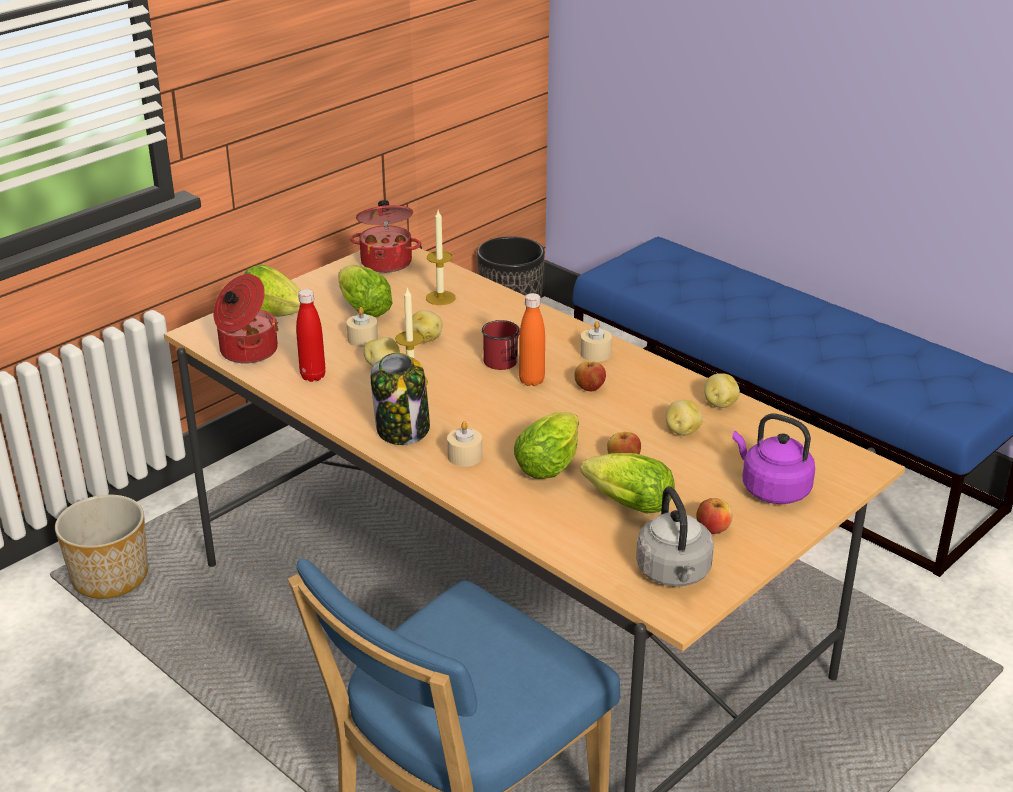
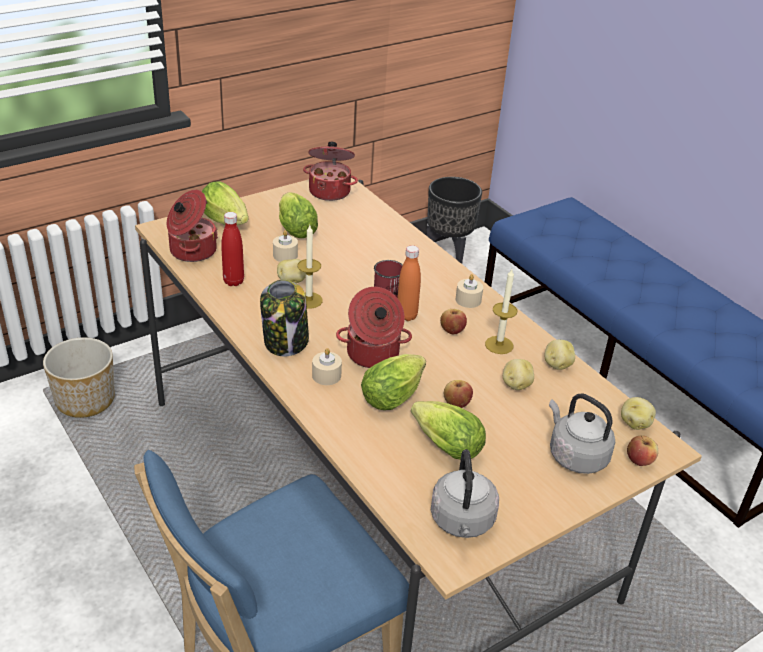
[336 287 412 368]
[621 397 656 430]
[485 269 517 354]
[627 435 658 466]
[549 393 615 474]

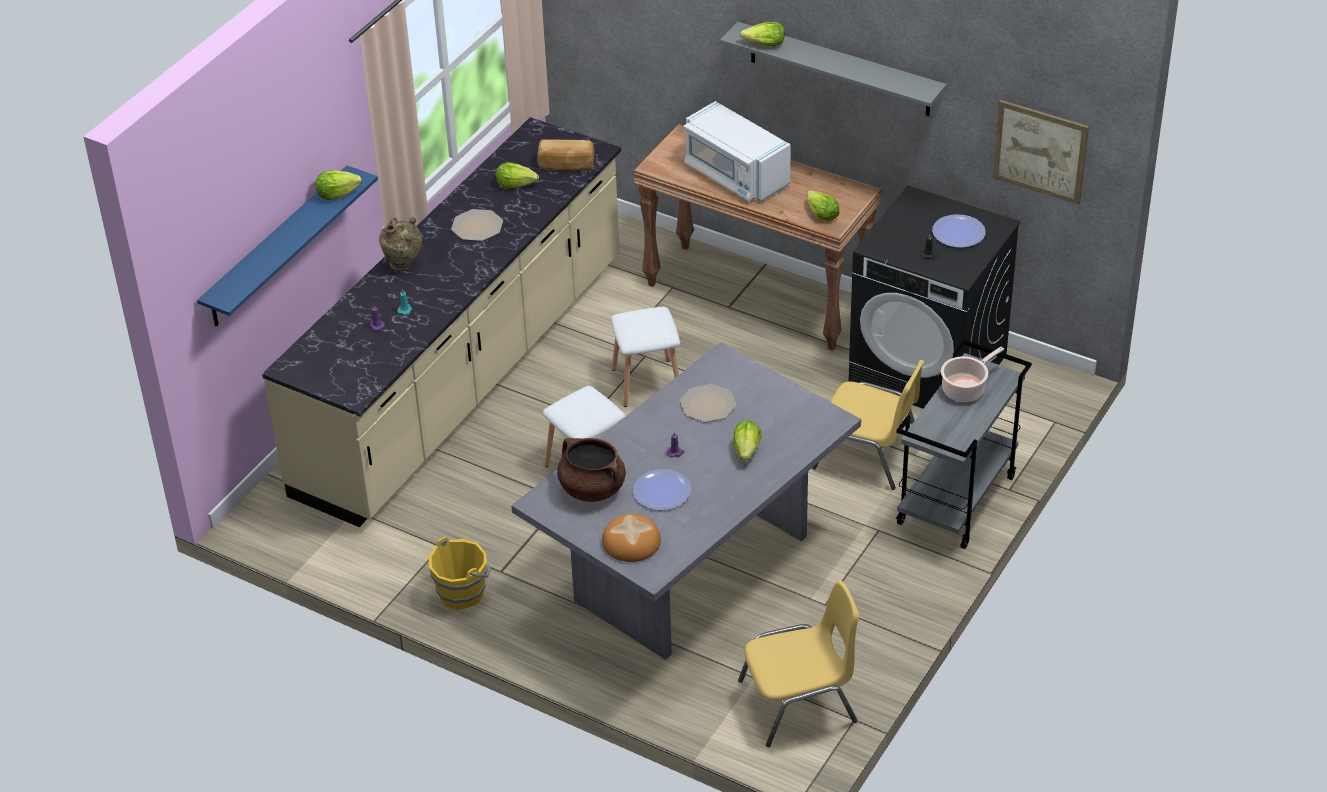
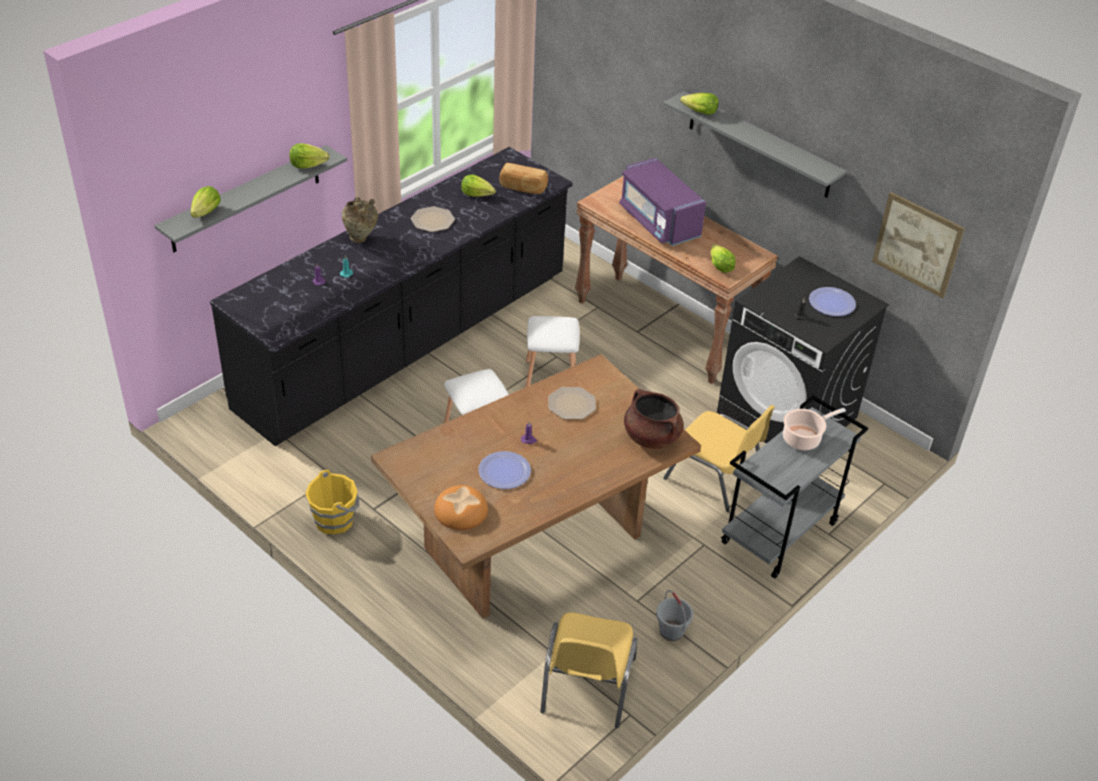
[656 590 693 641]
[624 389 684 449]
[191 186 221 218]
[154 145 347 252]
[210 147 573 446]
[371 354 701 619]
[619 158 706 246]
[540 612 638 728]

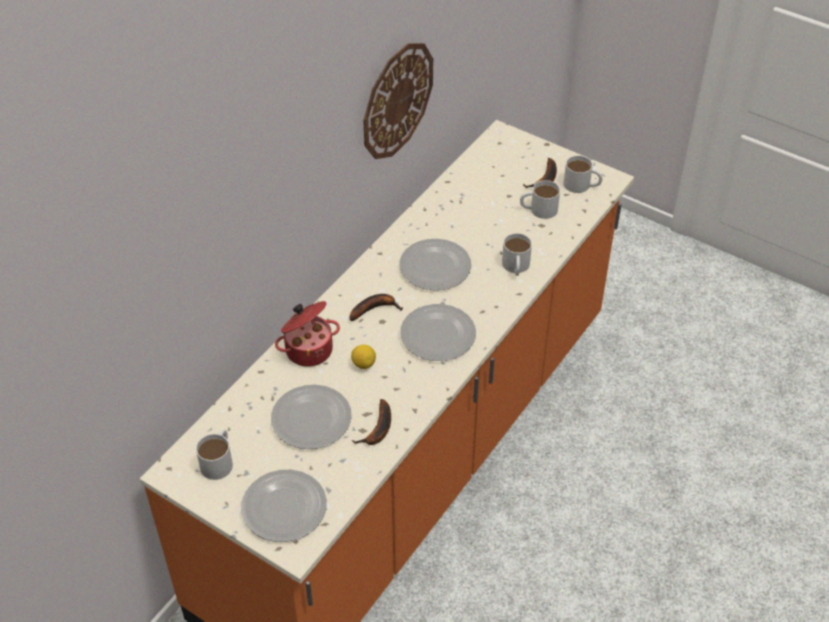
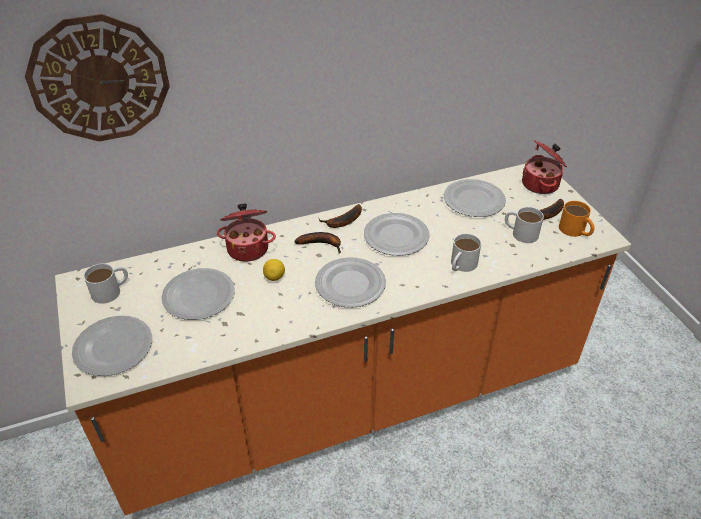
[444 179 506 217]
[522 140 567 194]
[318 204 362 228]
[25 14 170 141]
[559 201 594 237]

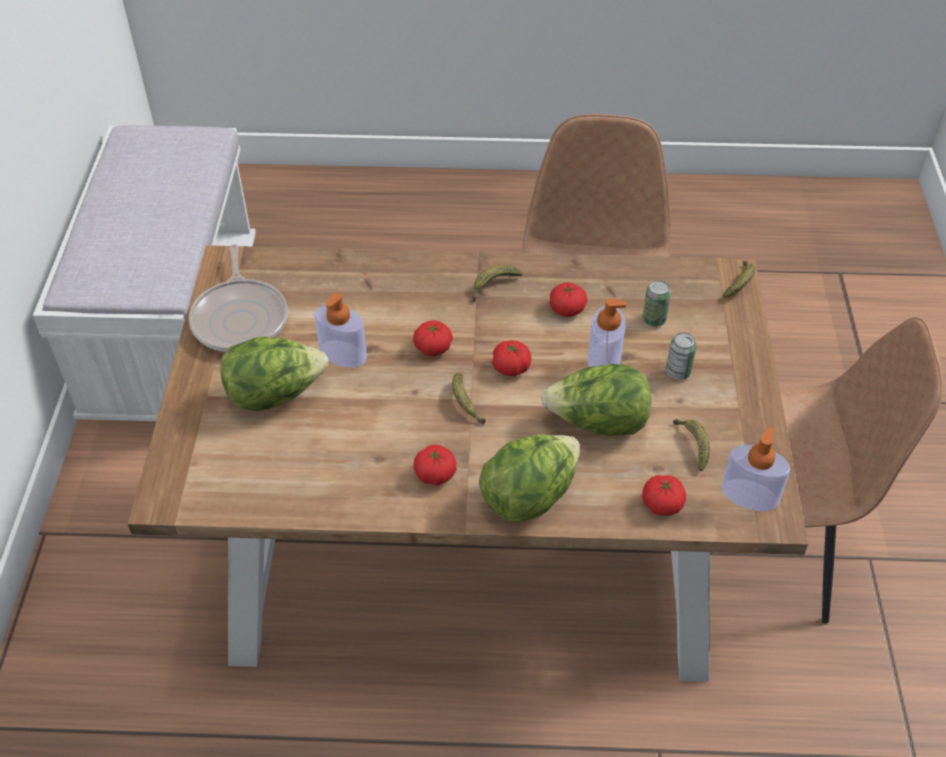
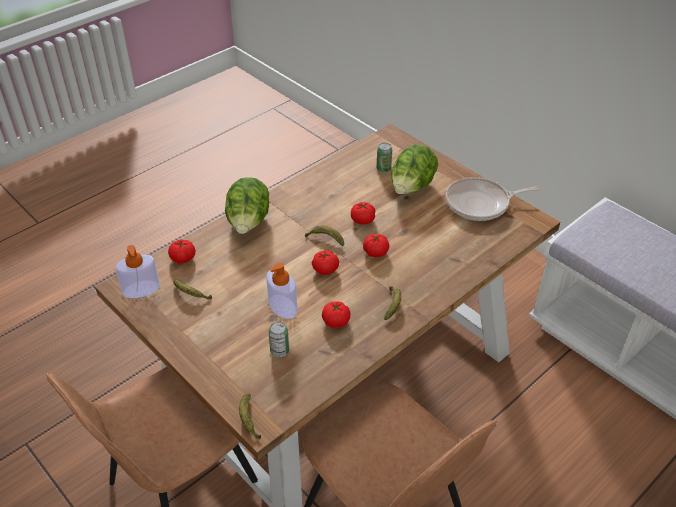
[314 293 367 368] (first image)
[541 364 651 436] (first image)
[351 202 375 224]
[377 143 392 173]
[446 177 540 221]

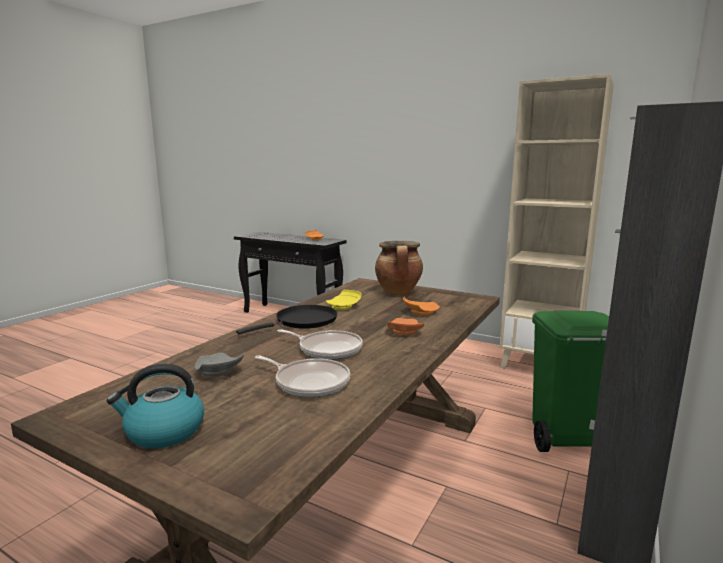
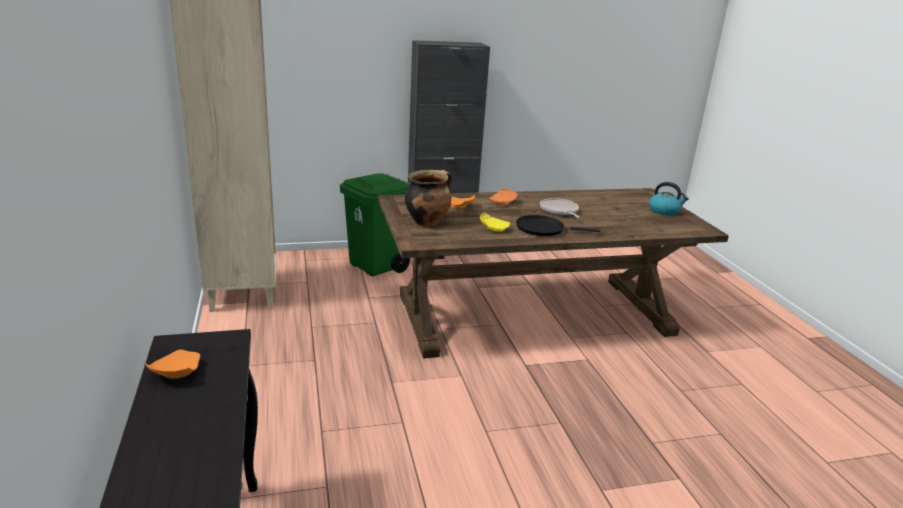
[194 353 244 377] (first image)
[255 355 350 397] (first image)

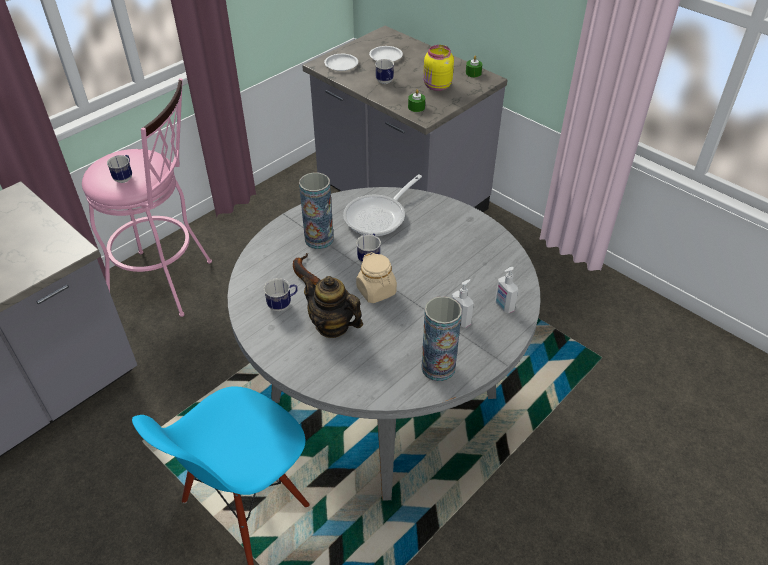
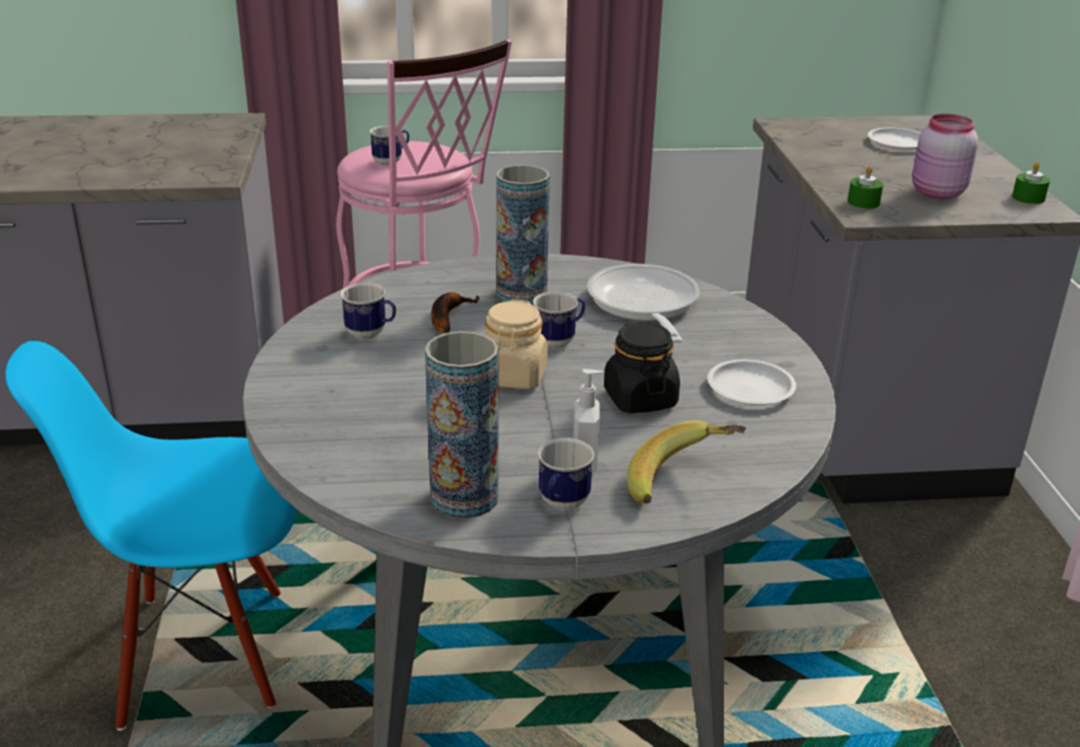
[301 275 363 338] (first image)
[604 322 680 413]
[707 360 796 405]
[538 438 595 510]
[627 420 746 504]
[912 114 978 199]
[587 264 700 343]

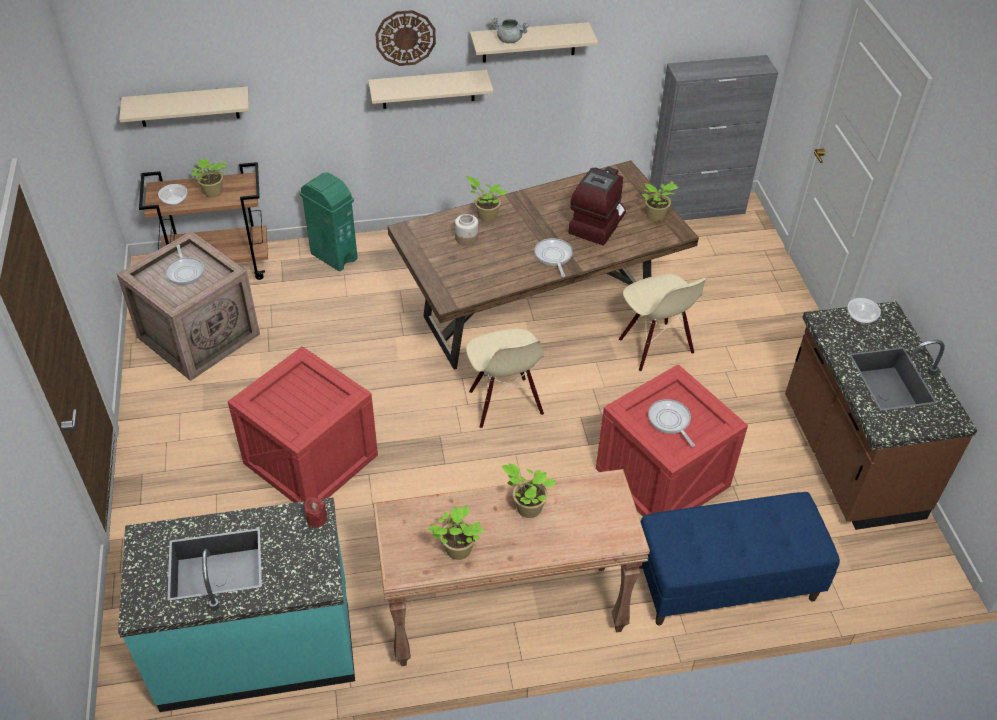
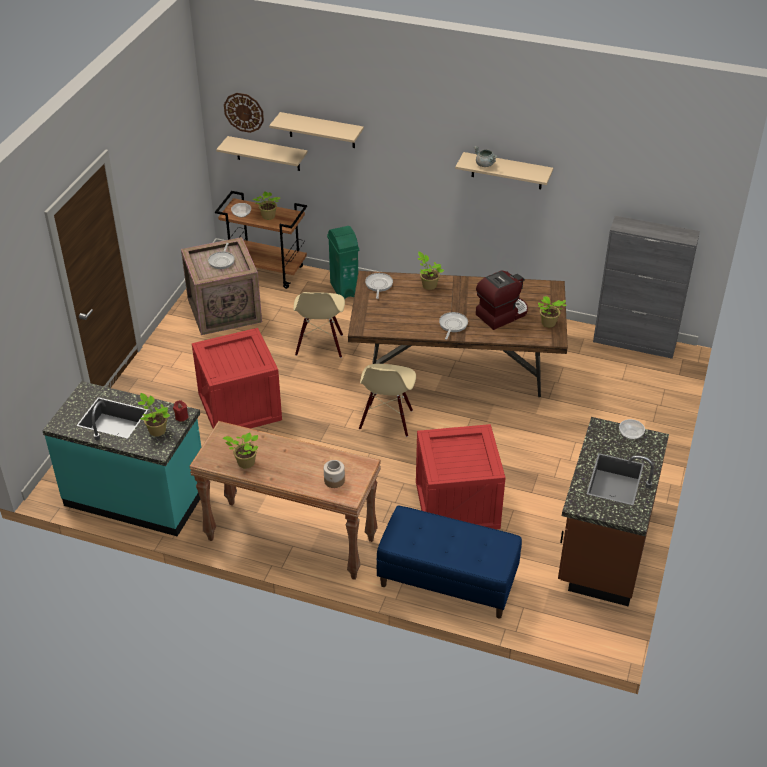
[269 112 364 148]
[224 93 264 133]
[324 460 345 488]
[138 393 170 437]
[293 292 345 358]
[365 273 393 299]

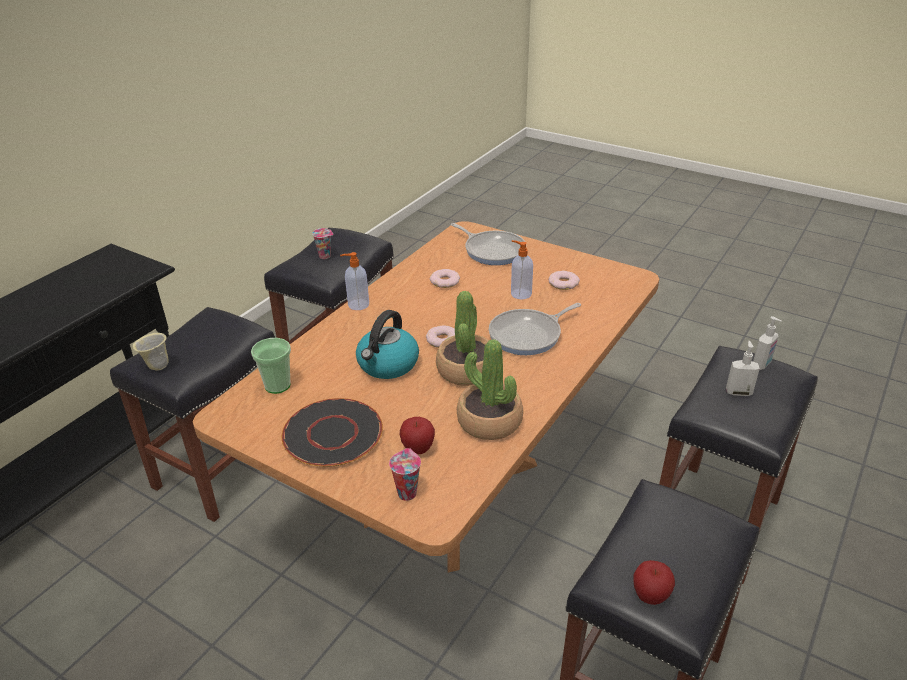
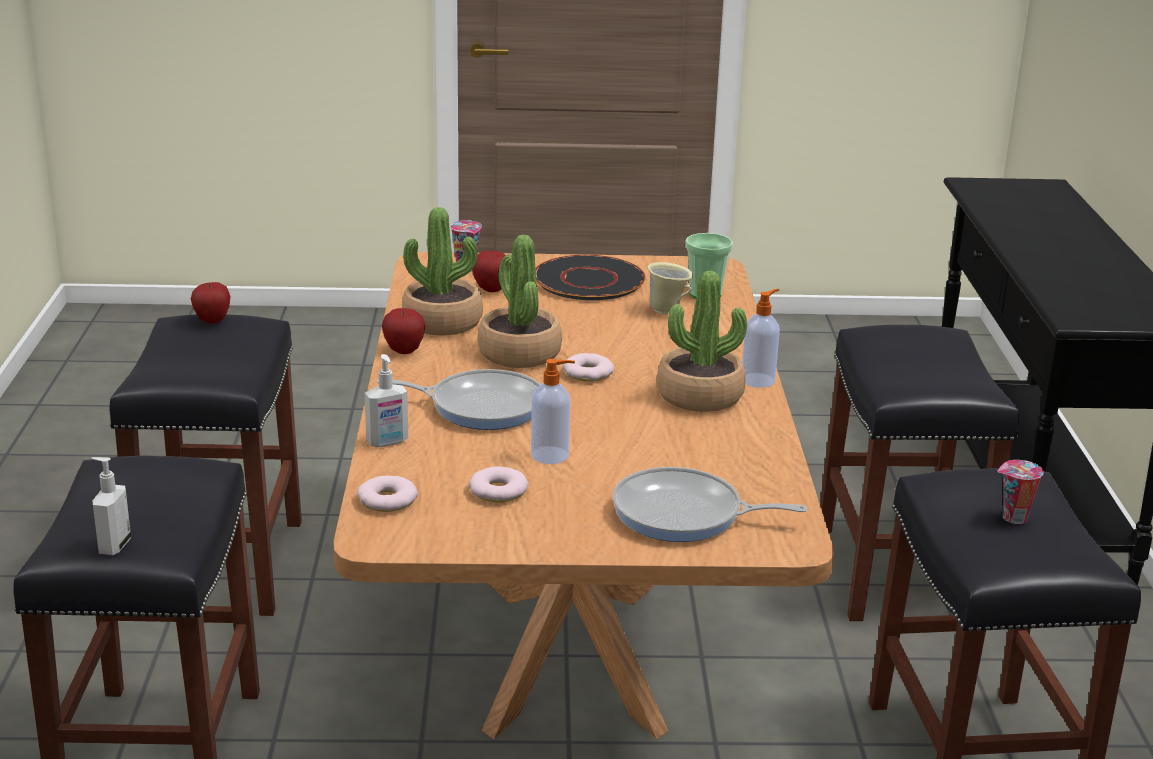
[356 310 419 379] (first image)
[382 308 425 354]
[657 271 747 412]
[647 262 693 314]
[357 476 418 512]
[365 354 408 447]
[376 369 541 430]

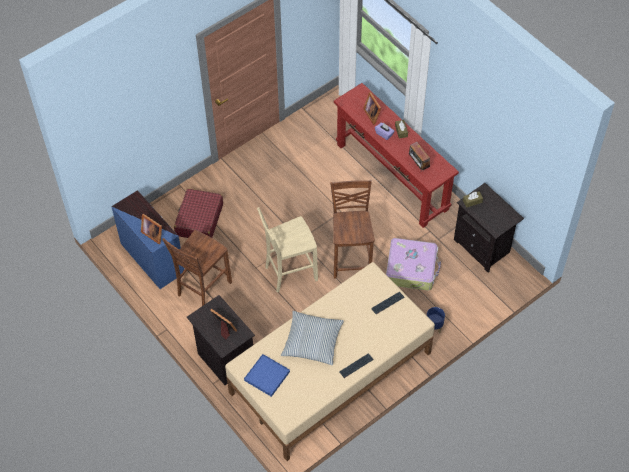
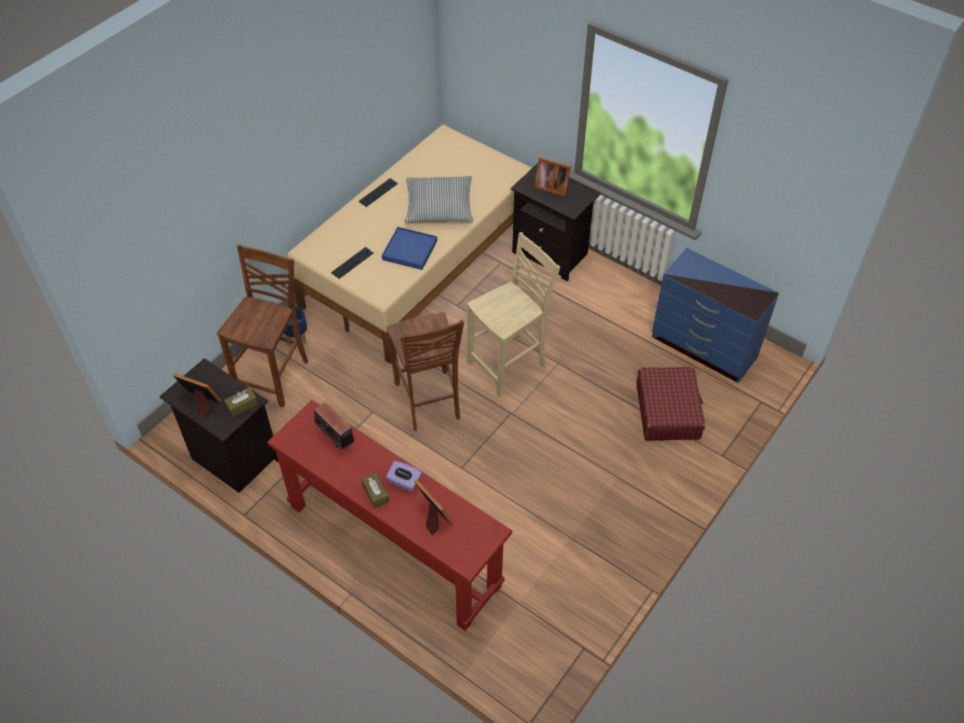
[386 238 441 291] (first image)
[173 373 221 417]
[217 244 308 408]
[382 227 437 270]

